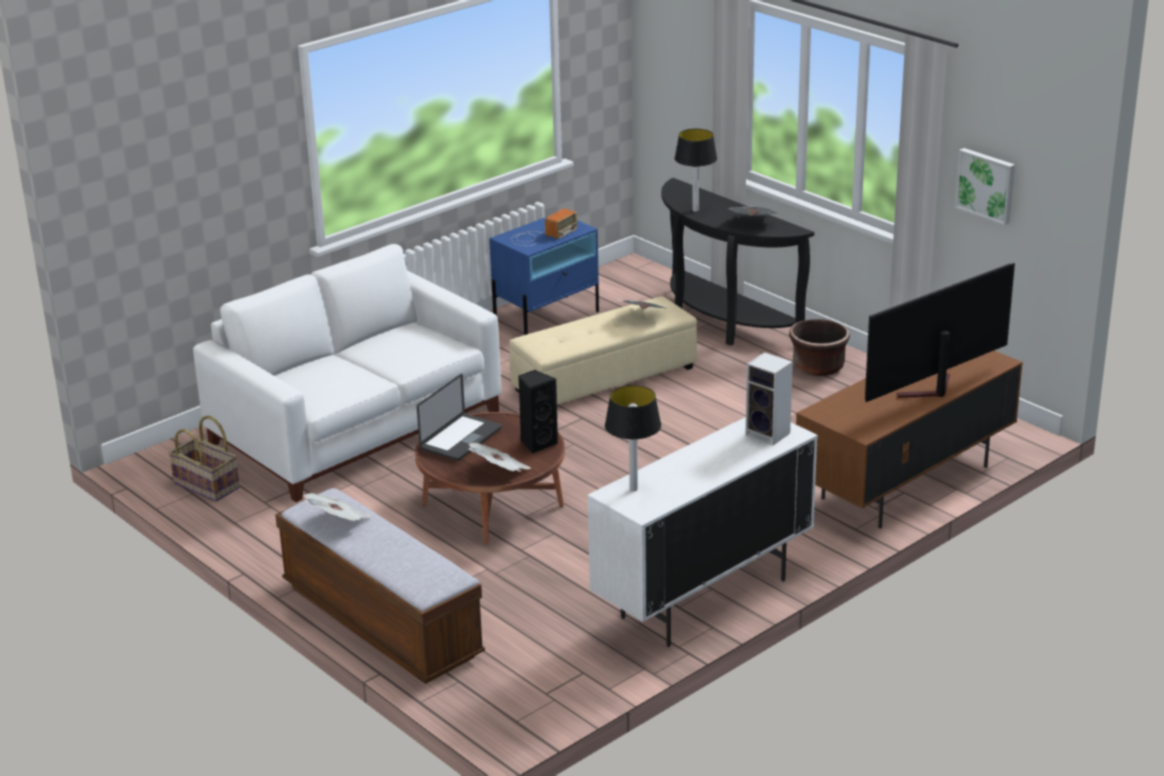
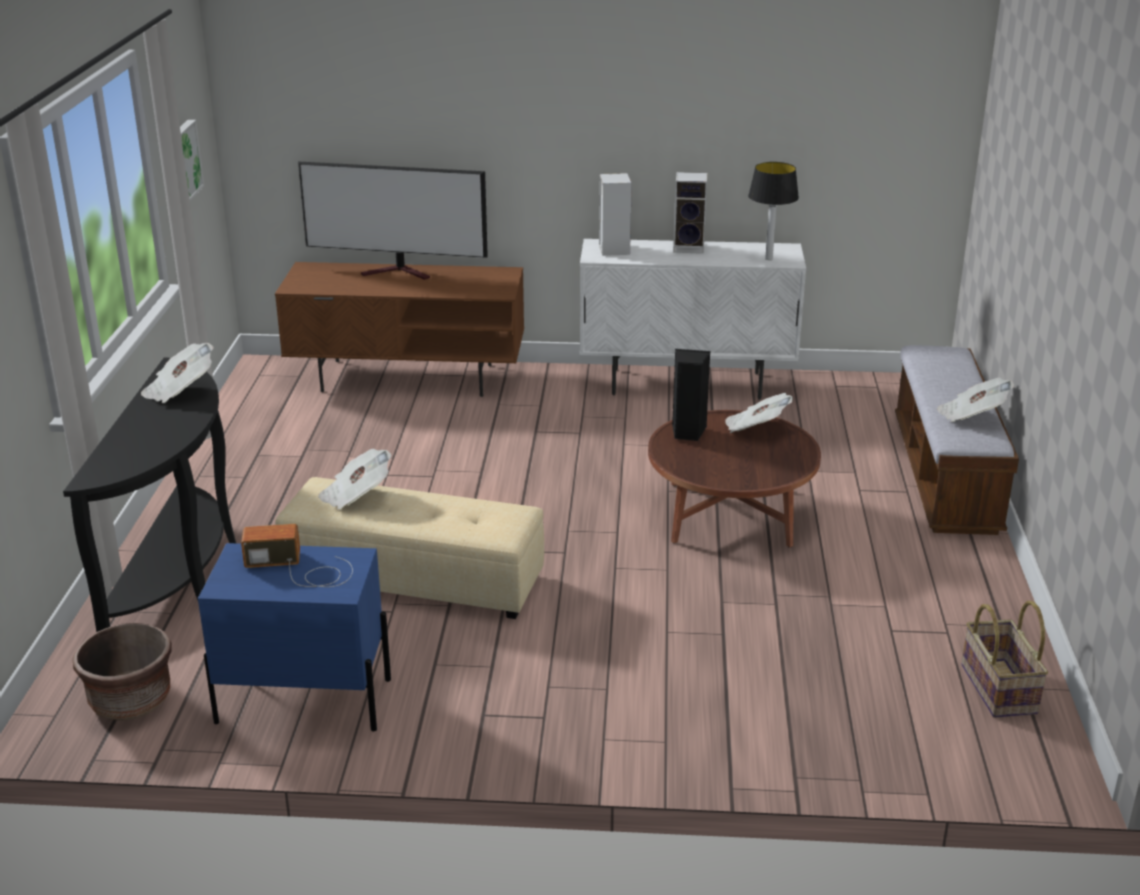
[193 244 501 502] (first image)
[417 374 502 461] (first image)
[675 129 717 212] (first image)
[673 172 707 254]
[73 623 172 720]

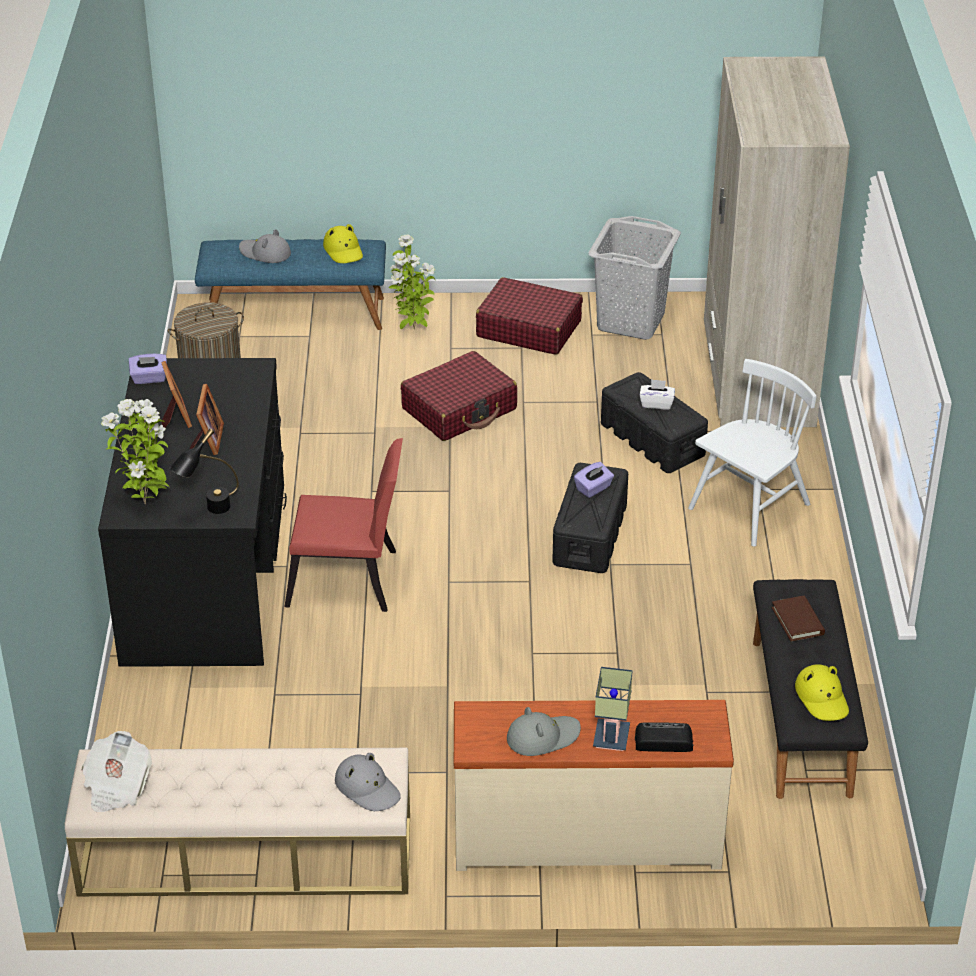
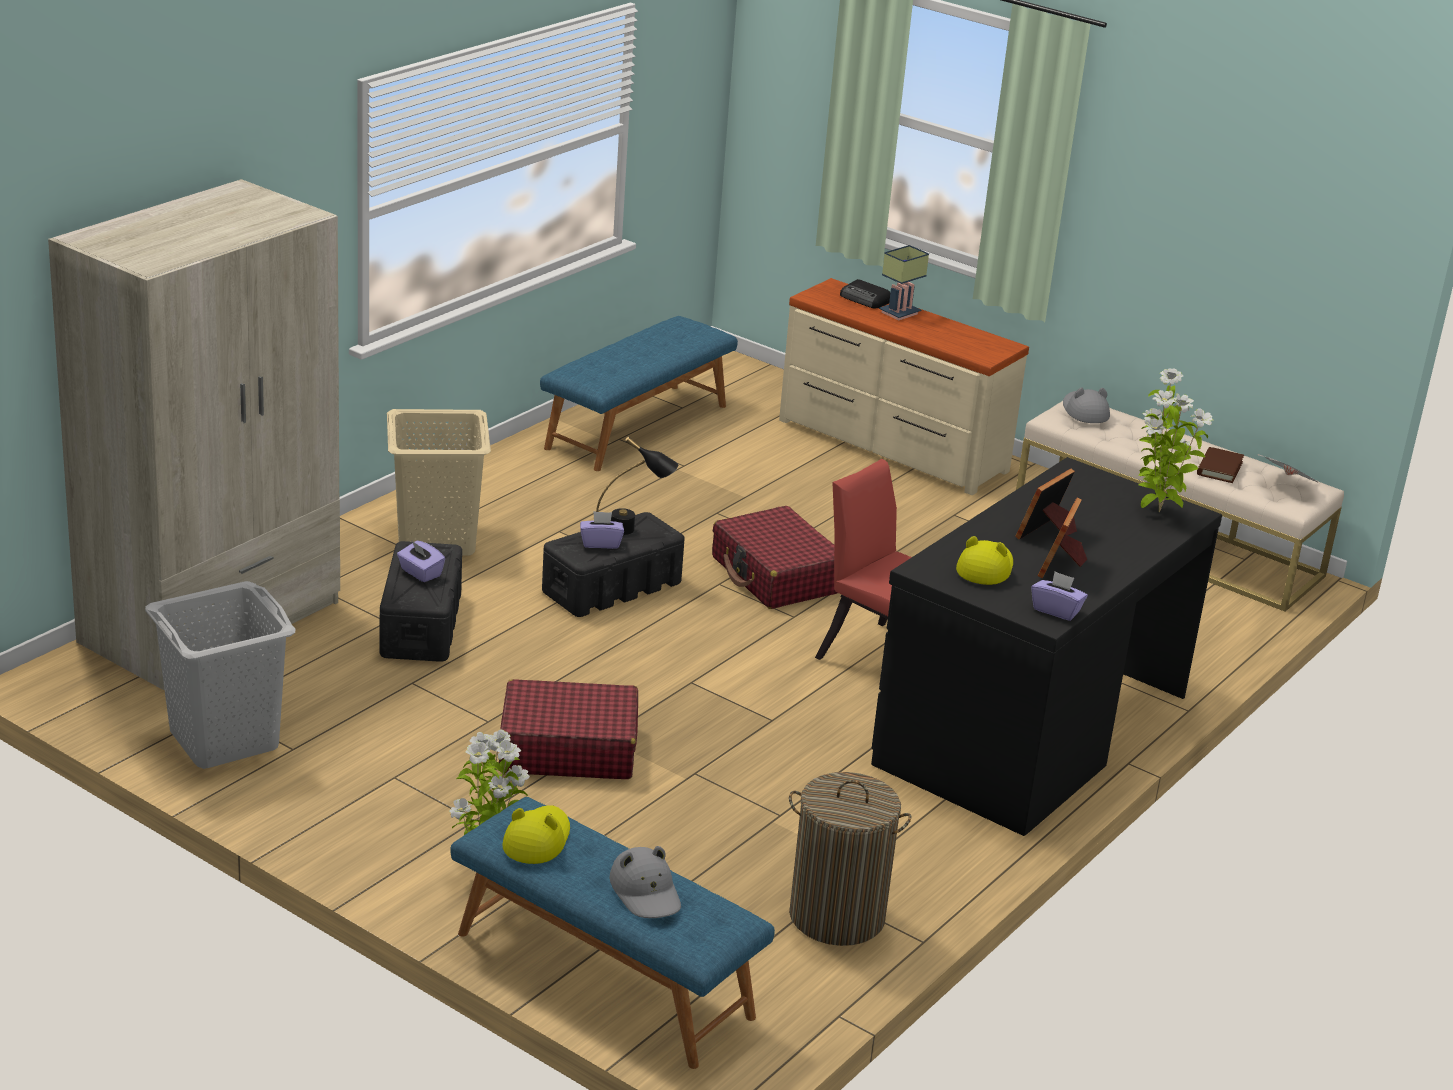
[507 707 581 756] (first image)
[596 436 678 535]
[712 506 837 609]
[1197 447 1244 483]
[956 536 1013 585]
[387 409 491 555]
[397 540 445 582]
[540 316 738 471]

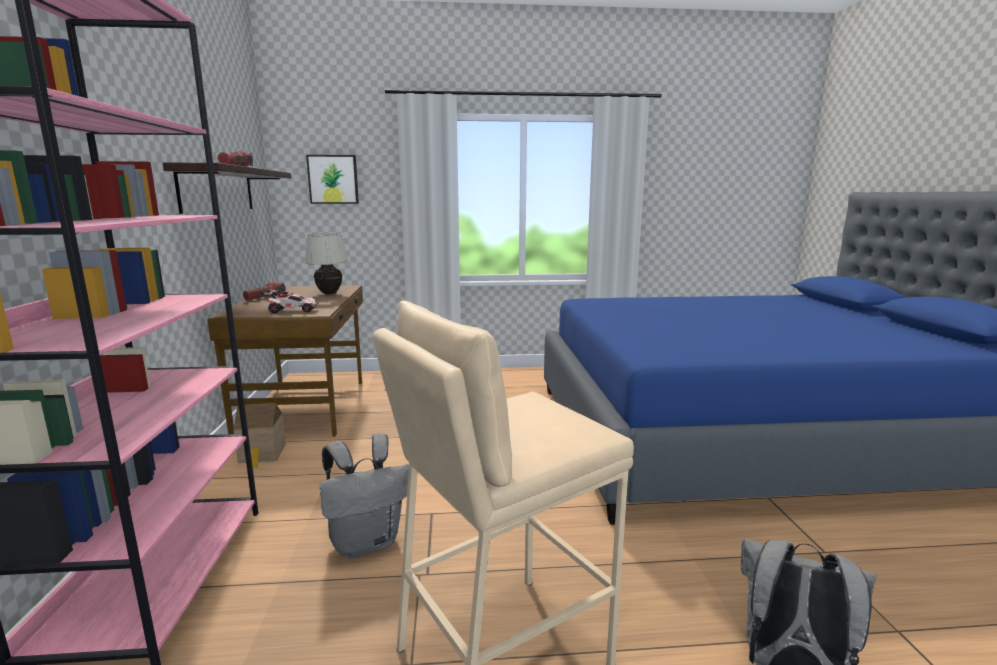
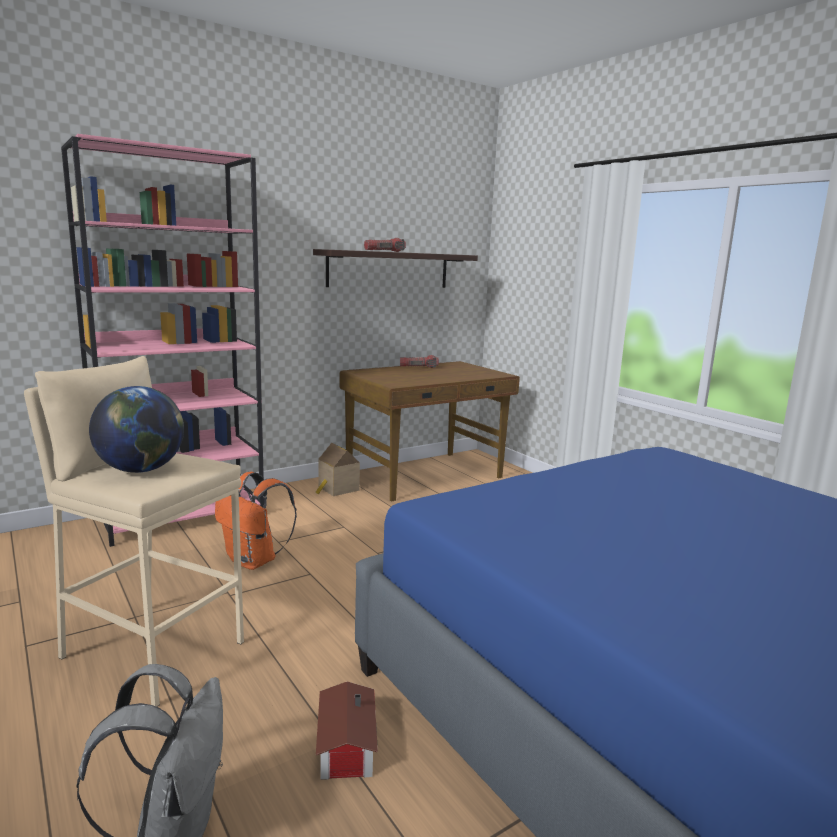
[263 289 319 313] (first image)
[305 233 349 294] (first image)
[306 155 359 204] (first image)
[89 386 184 473]
[316 681 378 780]
[215 472 297 570]

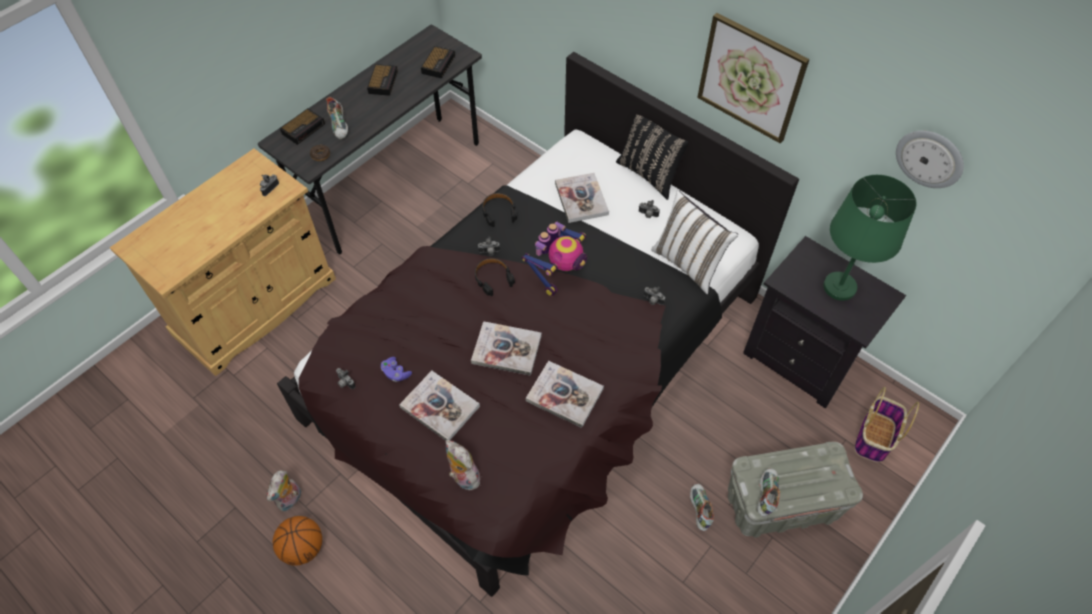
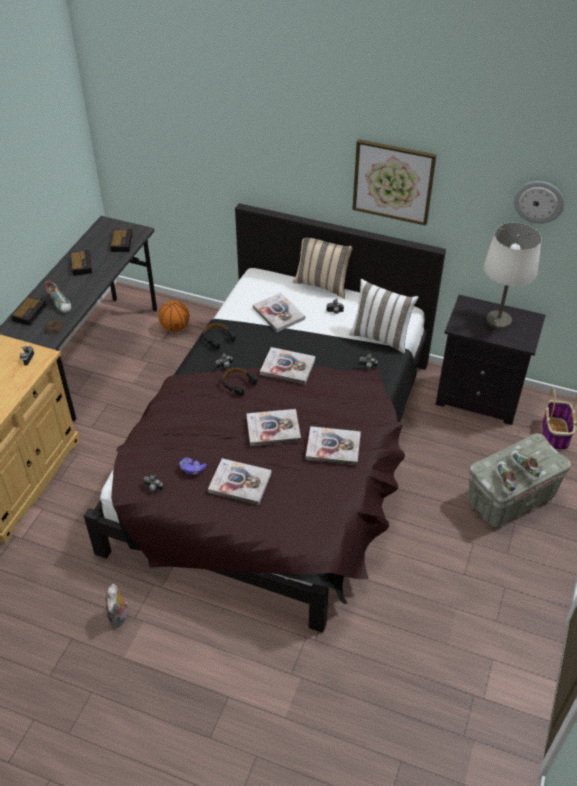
[446 440 484 490] (first image)
[159 301 190 332]
[510 450 542 481]
[260 347 315 384]
[293 238 352 299]
[484 222 542 330]

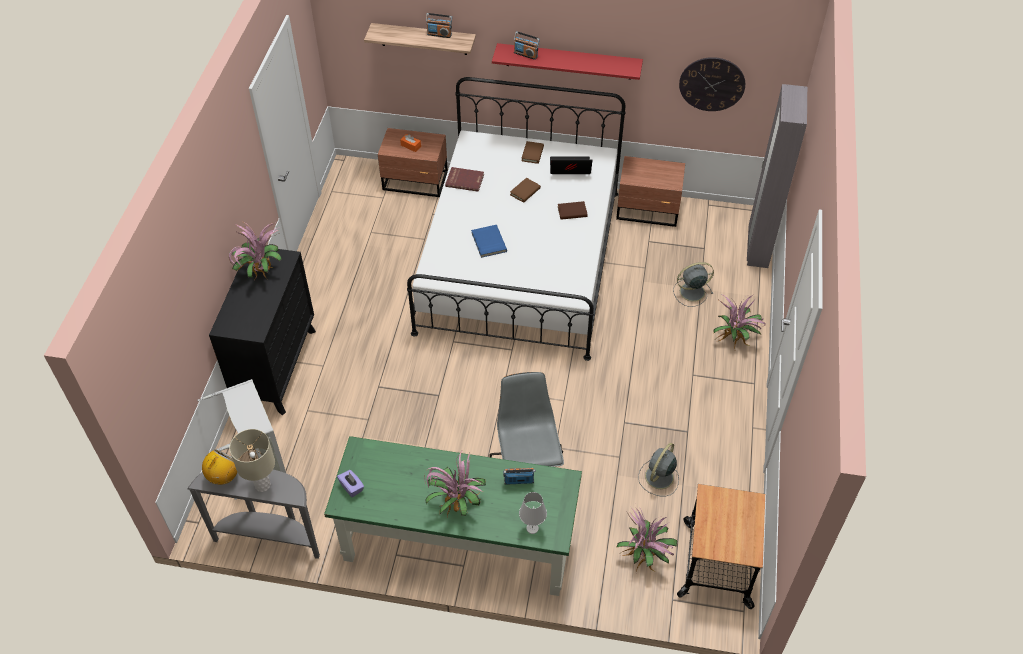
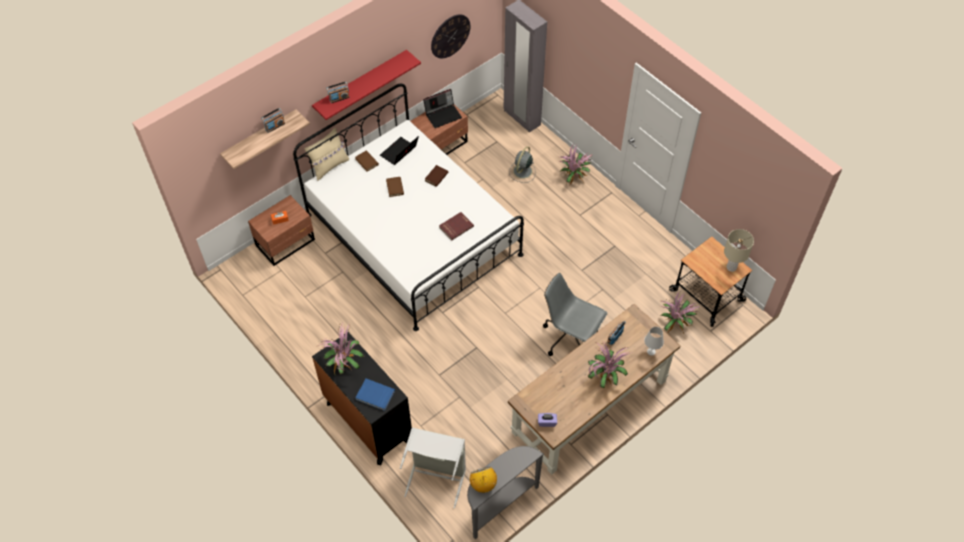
[638 443 679 497] (first image)
[304 128 349 181]
[423 89 462 128]
[724 229 754 272]
[439 212 474 241]
[355 378 395 411]
[508 304 680 475]

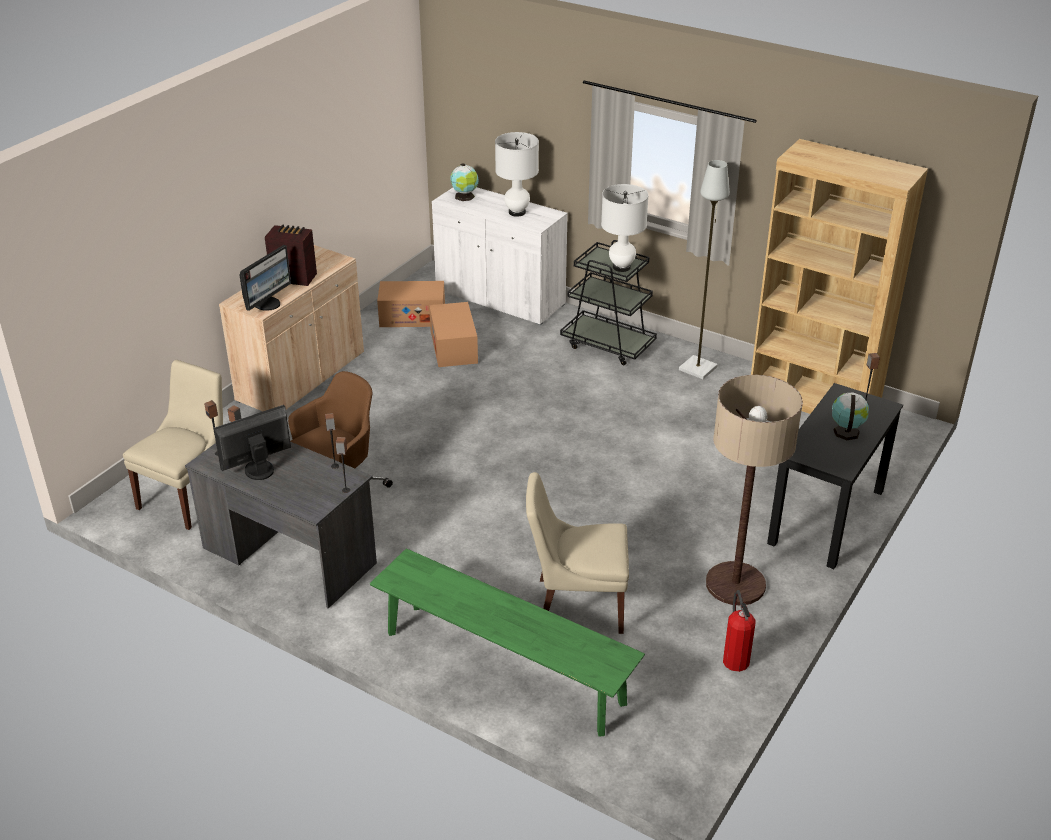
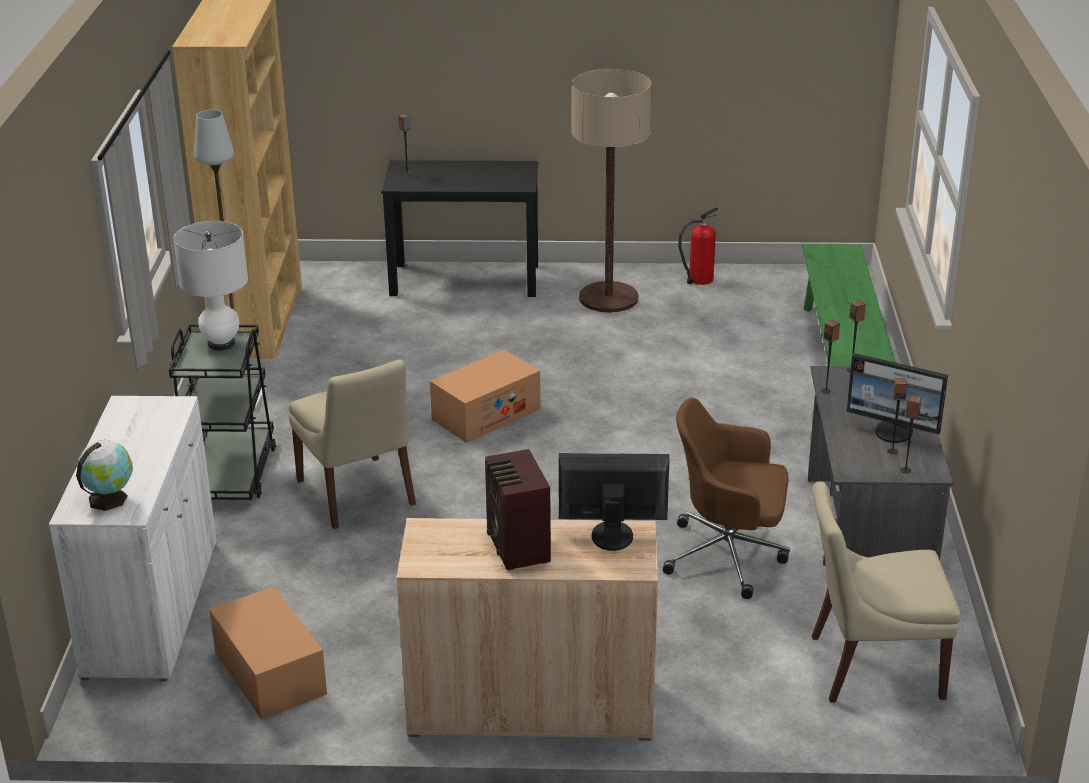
[495 132 539 217] (first image)
[832 392 869 440] (first image)
[430 350 541 443]
[289 360 416 529]

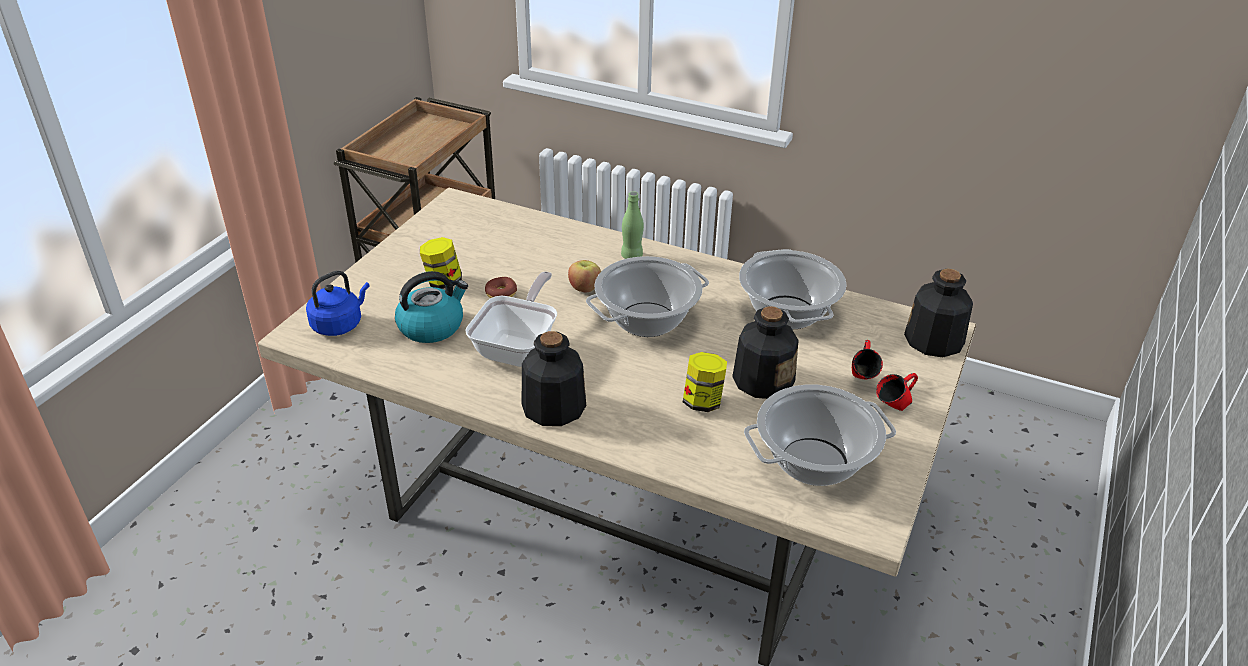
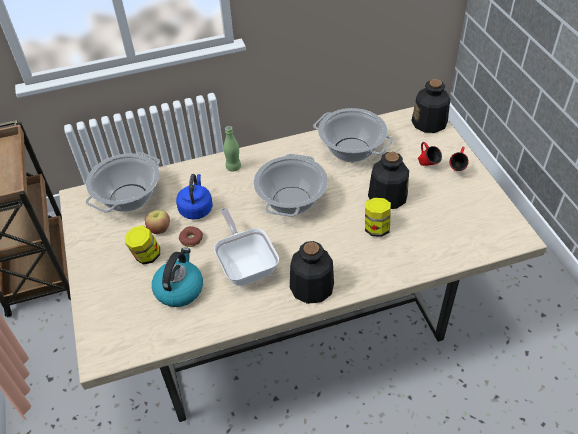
[176 174 213 220]
[145 210 170 234]
[86 152 160 213]

